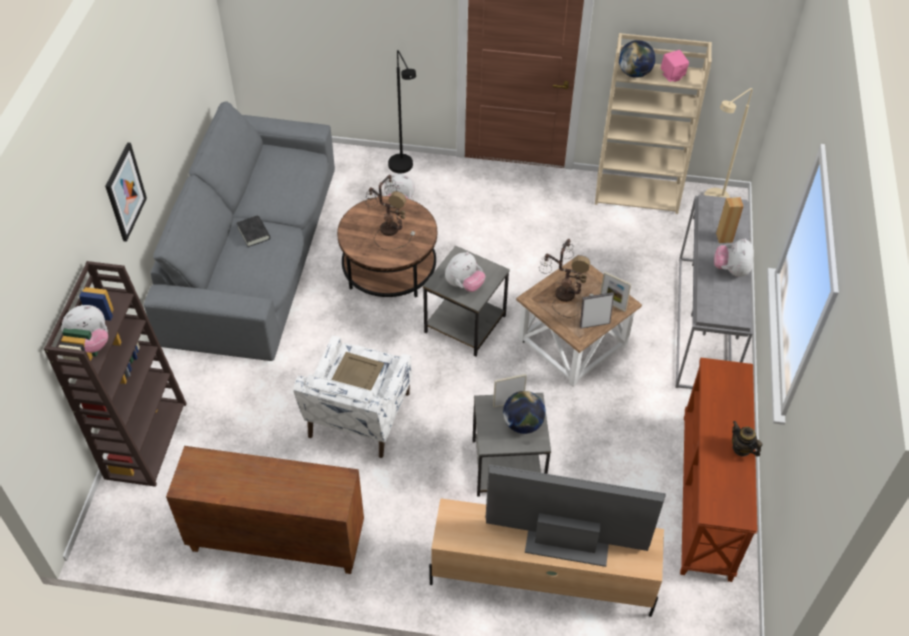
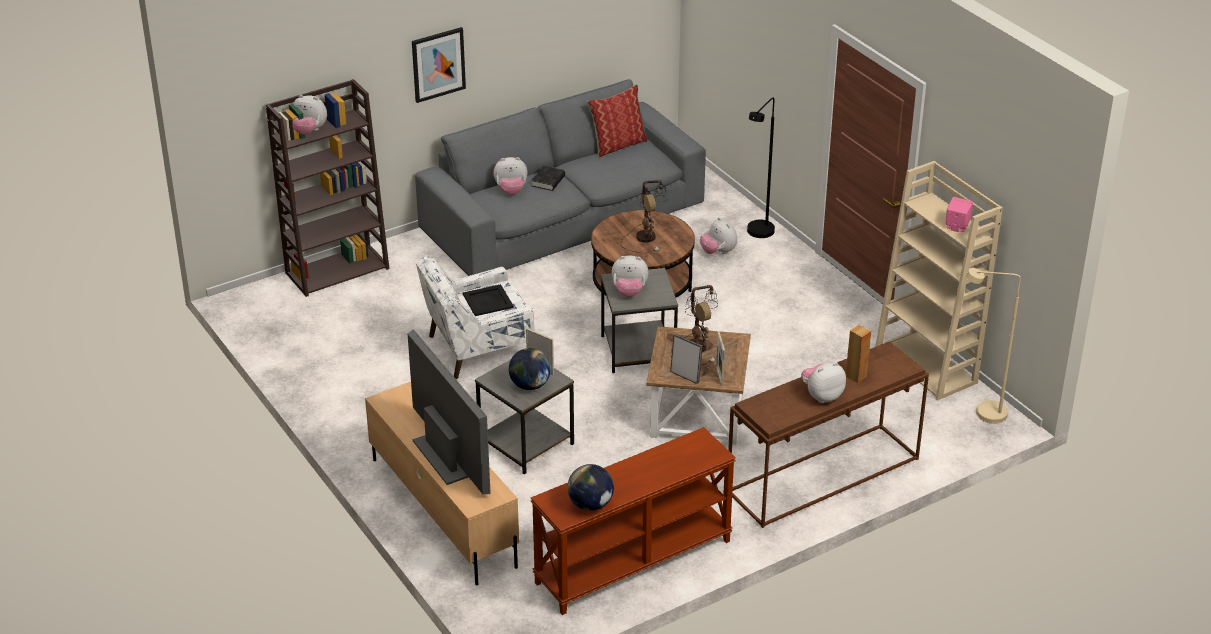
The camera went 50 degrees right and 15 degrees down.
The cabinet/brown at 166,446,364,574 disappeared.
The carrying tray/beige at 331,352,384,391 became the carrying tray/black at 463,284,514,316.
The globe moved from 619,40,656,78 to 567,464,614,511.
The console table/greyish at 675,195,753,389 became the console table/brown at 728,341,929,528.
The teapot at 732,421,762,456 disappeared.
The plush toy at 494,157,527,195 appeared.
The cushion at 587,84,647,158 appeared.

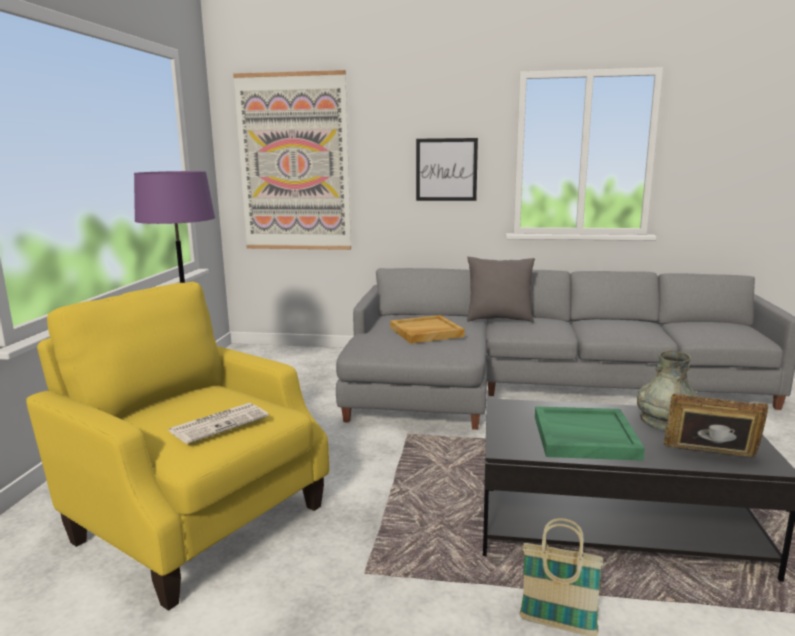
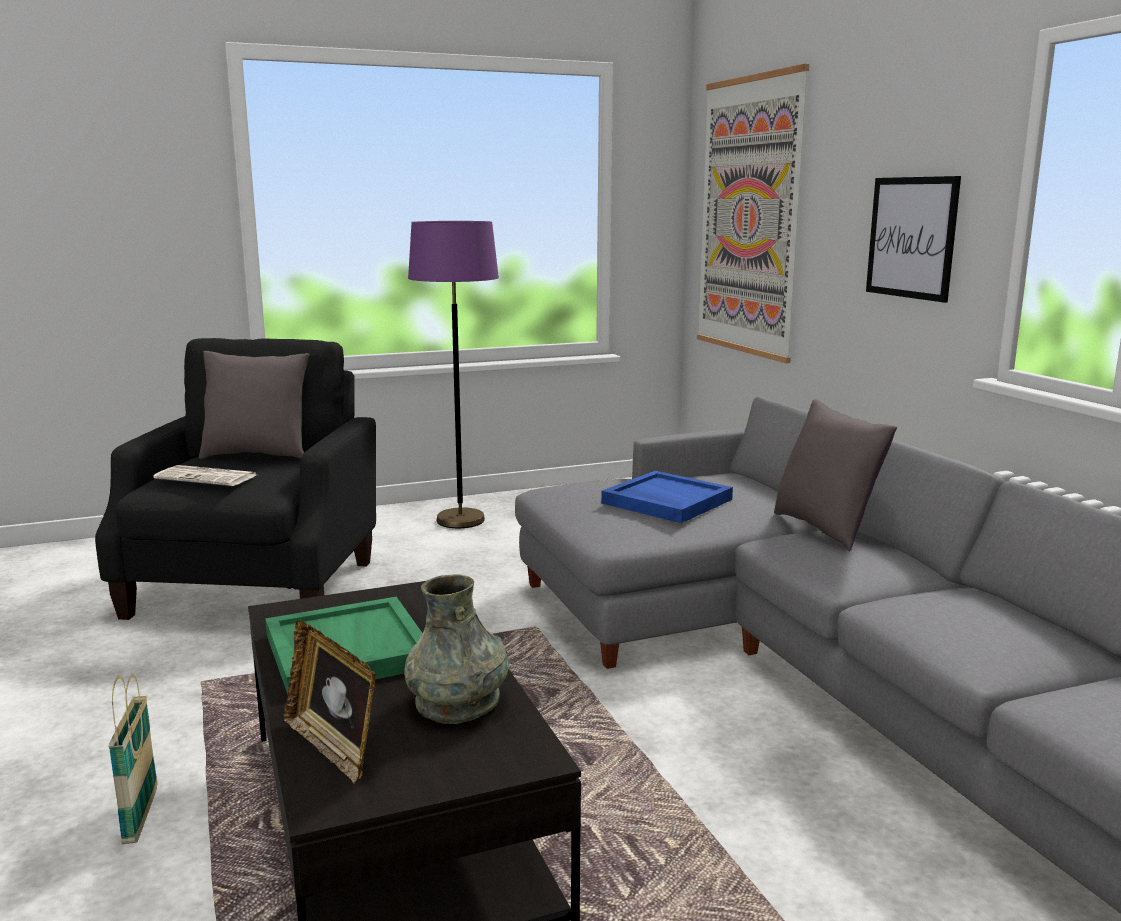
The camera went 60 degrees right and 0 degrees up.
The easy chair/yellow-coloured at 26,282,329,611 became the easy chair/black at 95,338,376,620.
The carrying tray/beige at 390,315,465,344 became the carrying tray/bluish at 601,471,733,523.
The picture frame at 664,394,768,457 turned 150 degrees clockwise.
The cushion/greyish at 199,351,310,459 appeared.

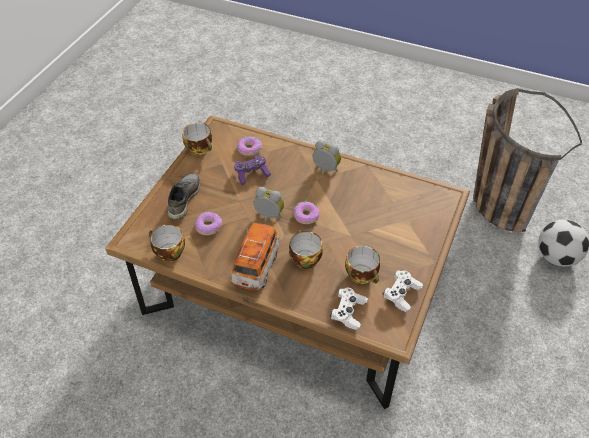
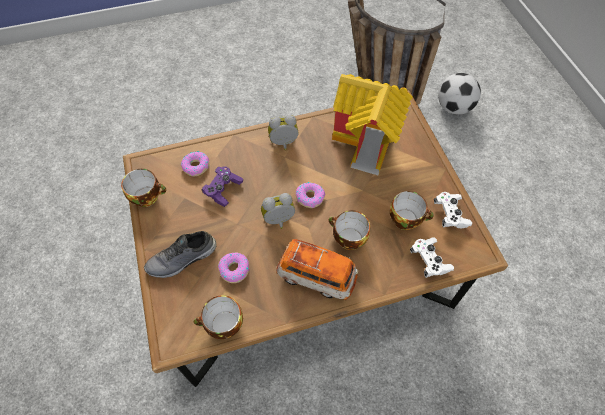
The camera went 40 degrees left and 10 degrees up.
The item of footwear/greyish at 168,173,200,220 turned 90 degrees counterclockwise.
The model car at 231,223,280,291 turned 135 degrees clockwise.
The toy house at 332,74,413,176 appeared.

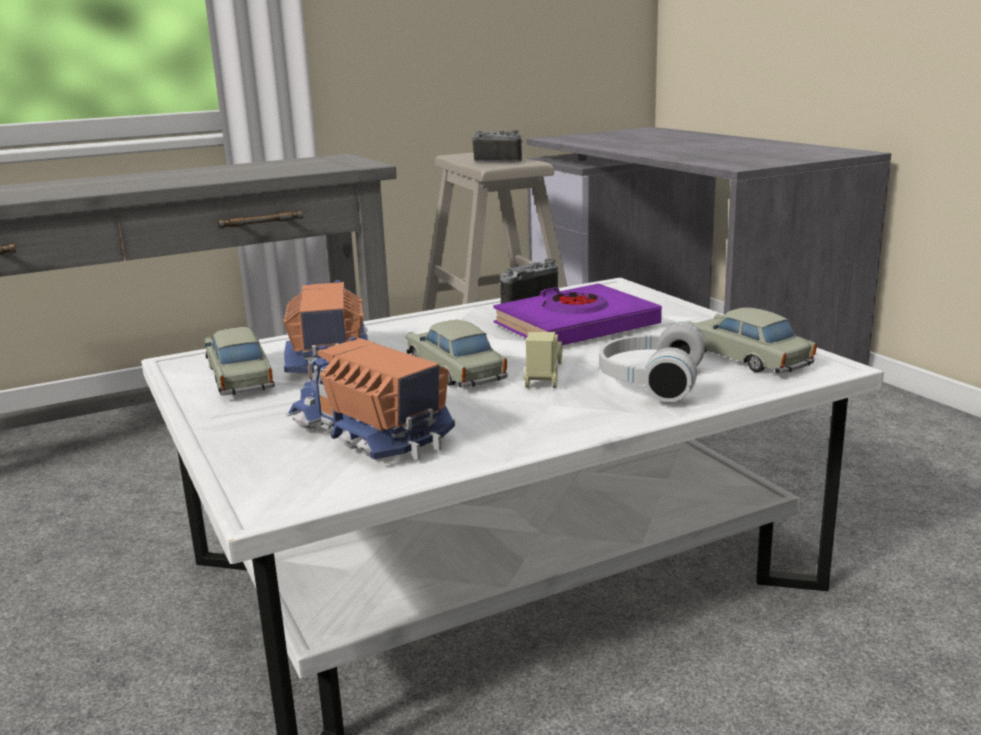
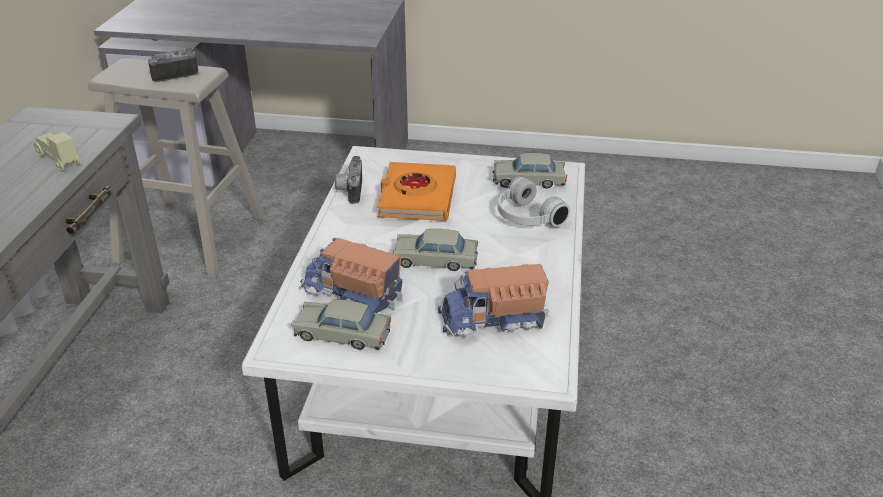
The camera went 55 degrees left and 15 degrees up.
The book/purplish at 493,283,662,345 became the book/orange at 377,162,456,221.
The model car/beige moved from 524,332,562,388 to 34,132,80,172.

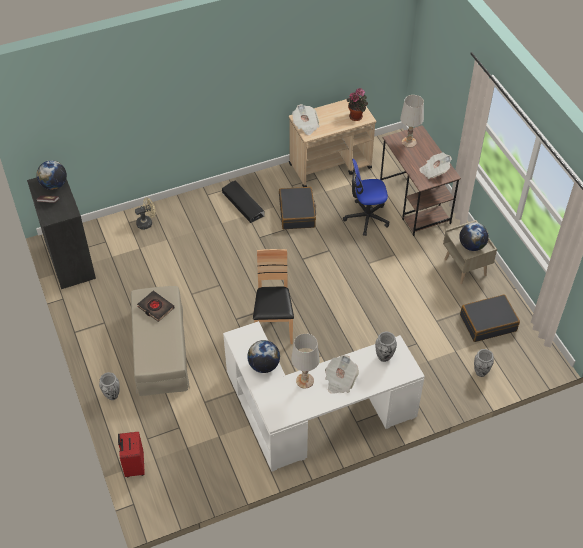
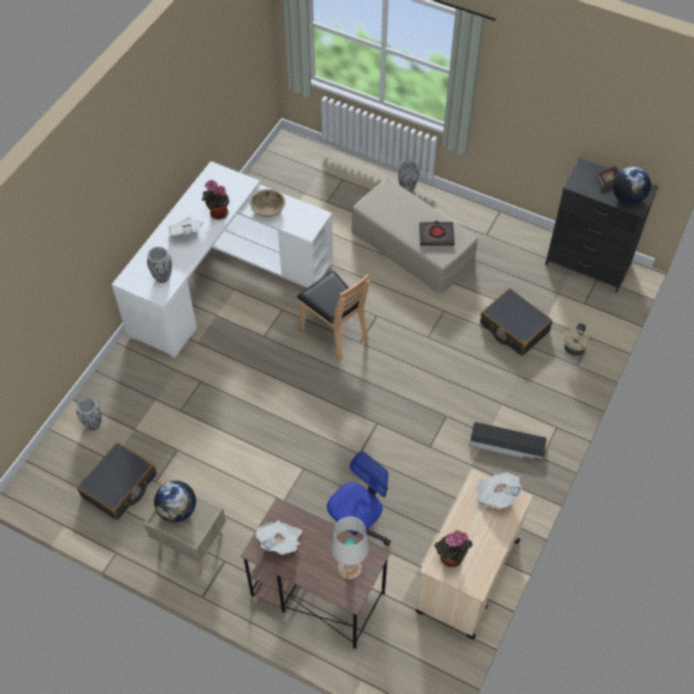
The camera went 140 degrees right and 5 degrees up.
The travel case/red at 118,431,145,477 disappeared.
The globe at 247,340,280,373 was replaced by the serving bowl/beige at 250,189,285,217.
The travel case/black moved from 279,187,316,229 to 480,288,553,356.
The lamp for a table/white-coloured at 291,333,320,389 was replaced by the plant in a pot at 202,180,229,220.

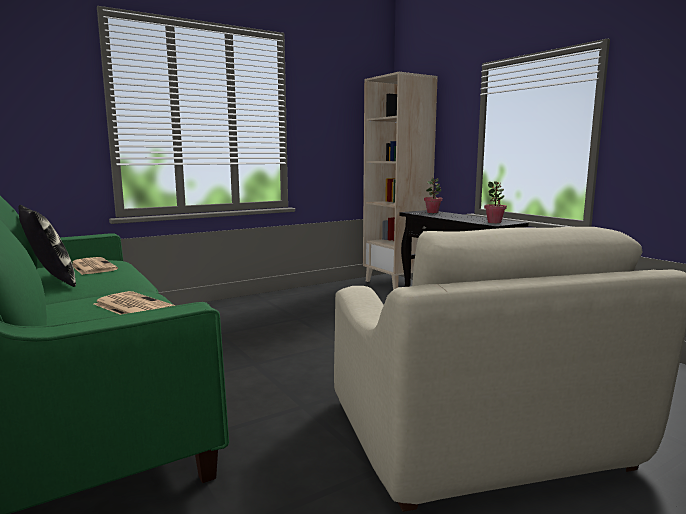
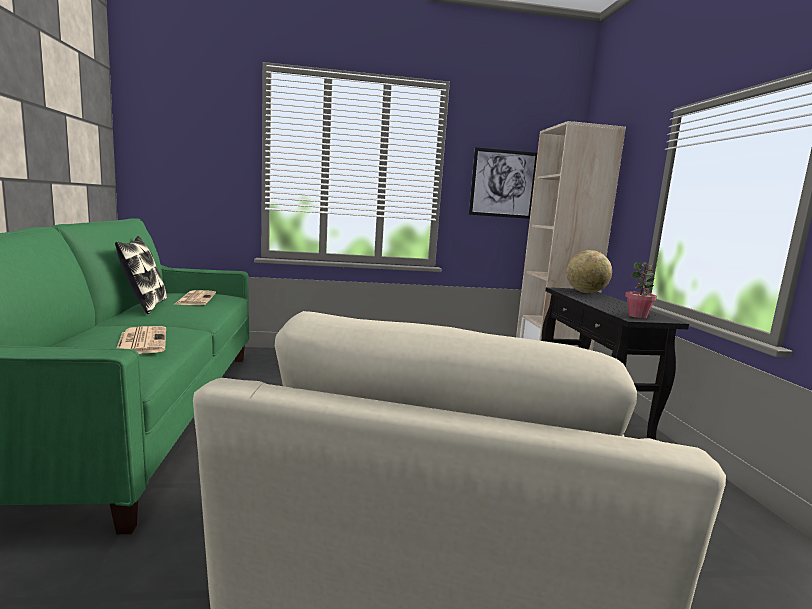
The camera went 25 degrees right and 0 degrees up.
The plant in a pot at 424,178,442,213 was replaced by the globe at 566,250,612,293.
The picture at 469,147,537,219 appeared.

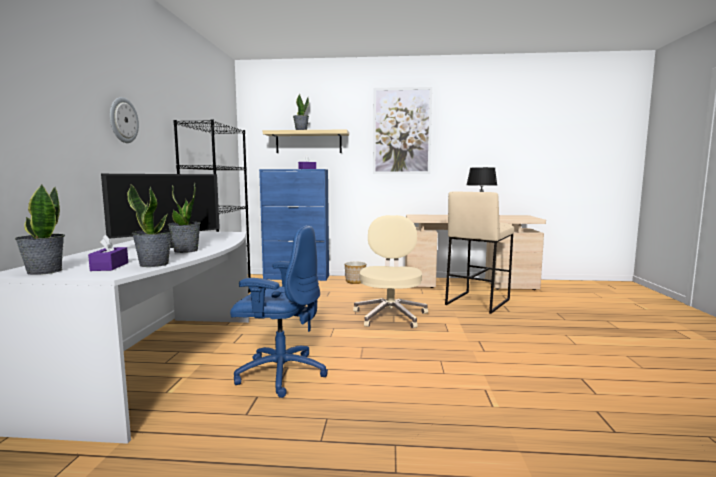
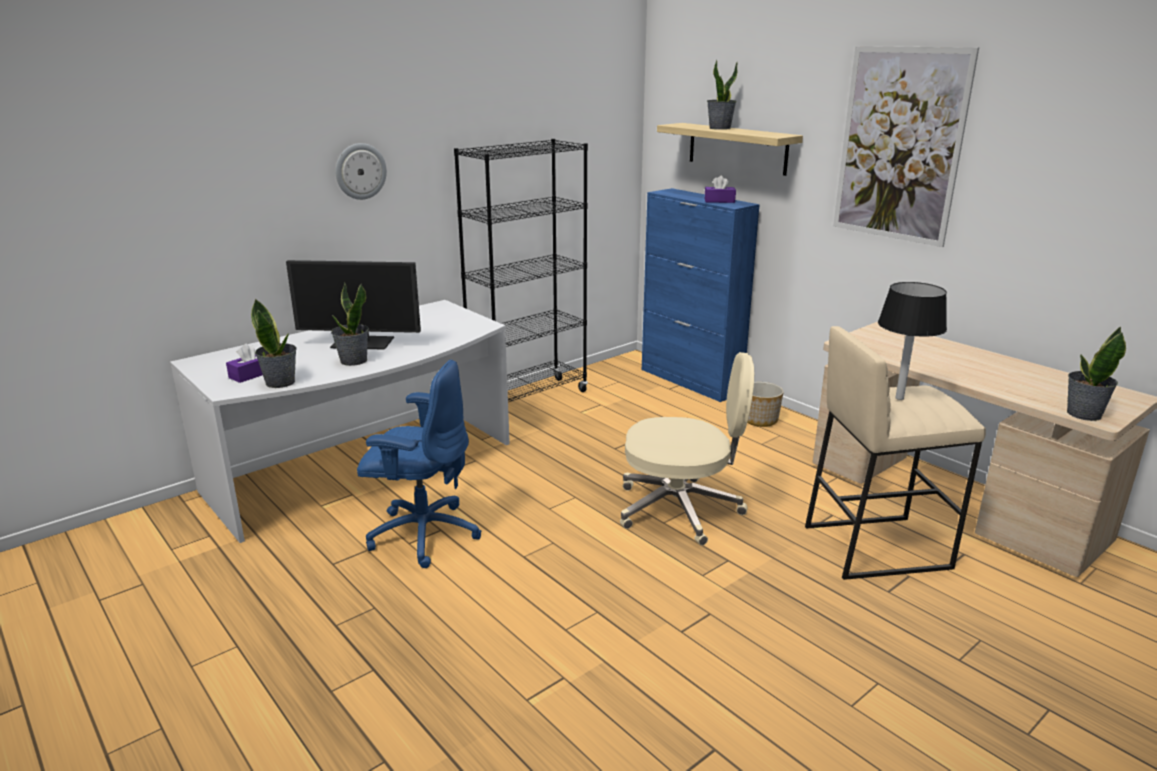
The camera went 45 degrees right and 15 degrees up.
The plant in a pot moved from 15,184,65,275 to 1067,326,1126,421.
The desk chair/bluish at 230,225,328,398 turned 45 degrees counterclockwise.
The desk chair/beige at 353,215,428,328 turned 45 degrees clockwise.

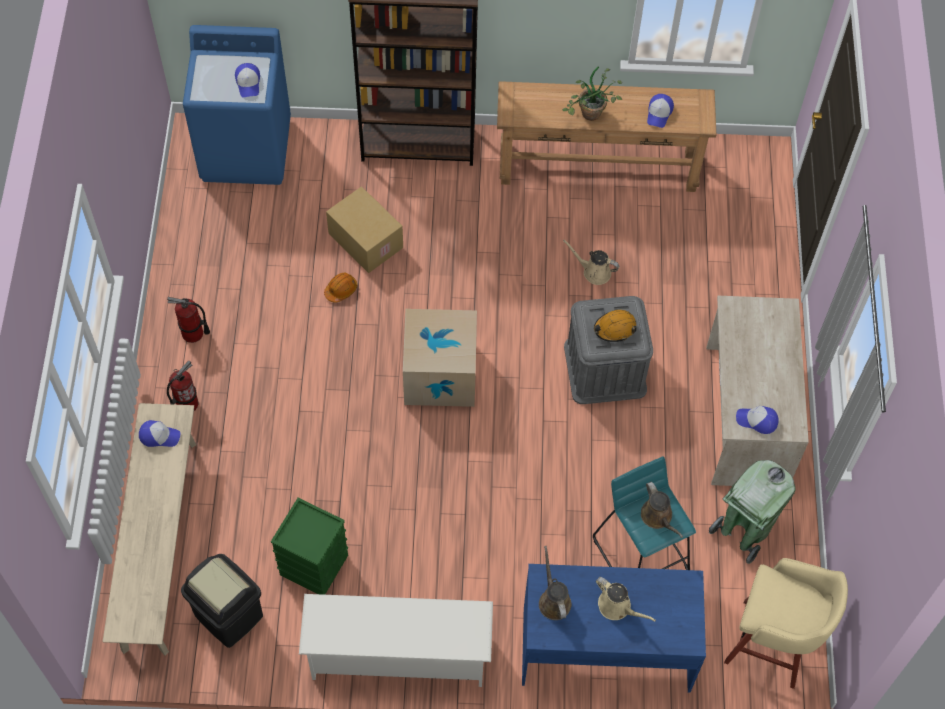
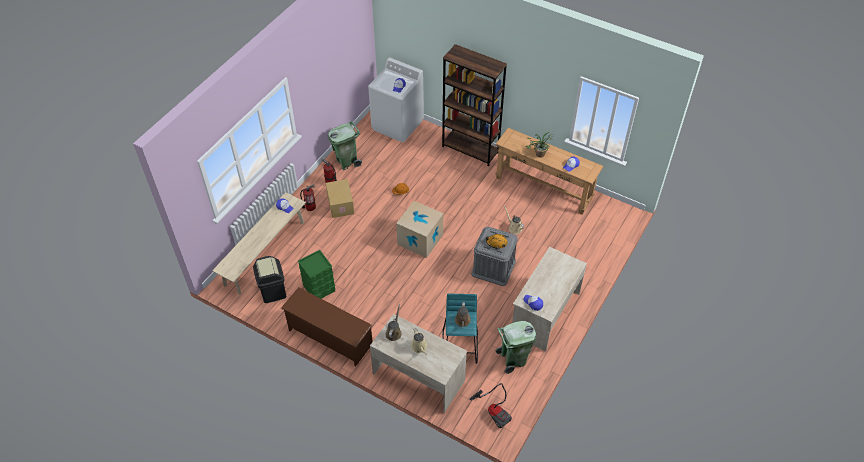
The camera went 30 degrees right and 10 degrees down.
The laundry appliance/bluish at 183,25,291,185 became the laundry appliance/white-coloured at 368,57,424,143.
The shoe shelf/white-coloured at 299,594,493,687 became the shoe shelf/brown at 281,287,373,367.
The carton moved from 326,186,403,273 to 326,179,354,218.
The desk table/bluish at 522,564,706,692 became the desk table/beige at 370,314,468,413.
The sitting stool/beige at 724,558,848,689 was replaced by the hoover at 470,383,512,429.
The rubbish bin/green-coloured at 328,120,362,170 appeared.

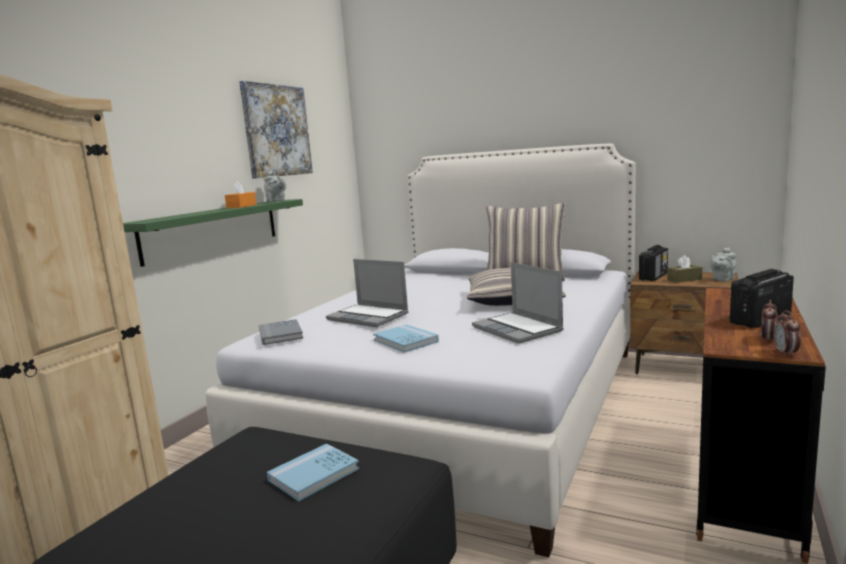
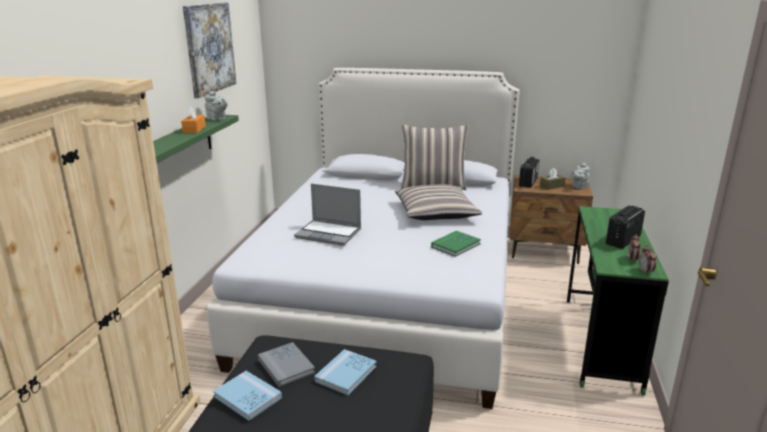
The camera went 15 degrees left and 10 degrees up.
The book/greyish moved from 259,319,303,345 to 258,342,315,387.
The book/bluish moved from 373,324,439,353 to 213,371,282,421.
The laptop at 472,262,564,344 was replaced by the book/green-coloured at 431,231,481,257.
The desk table/brown at 696,288,826,564 became the desk table/green-coloured at 567,206,669,395.

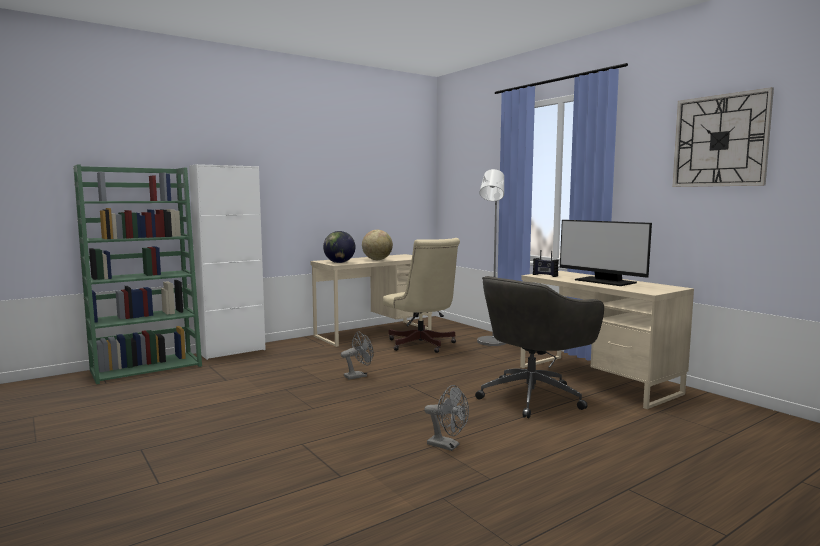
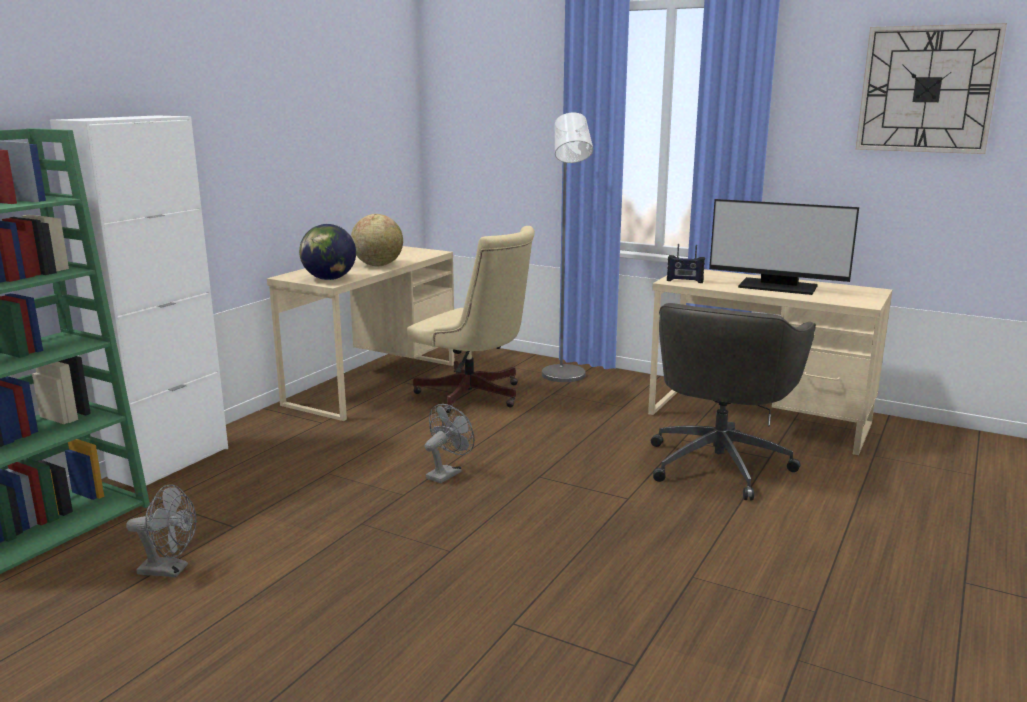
The camera went 25 degrees left and 10 degrees up.
The fan/greyish moved from 424,385,469,451 to 126,484,196,577.

